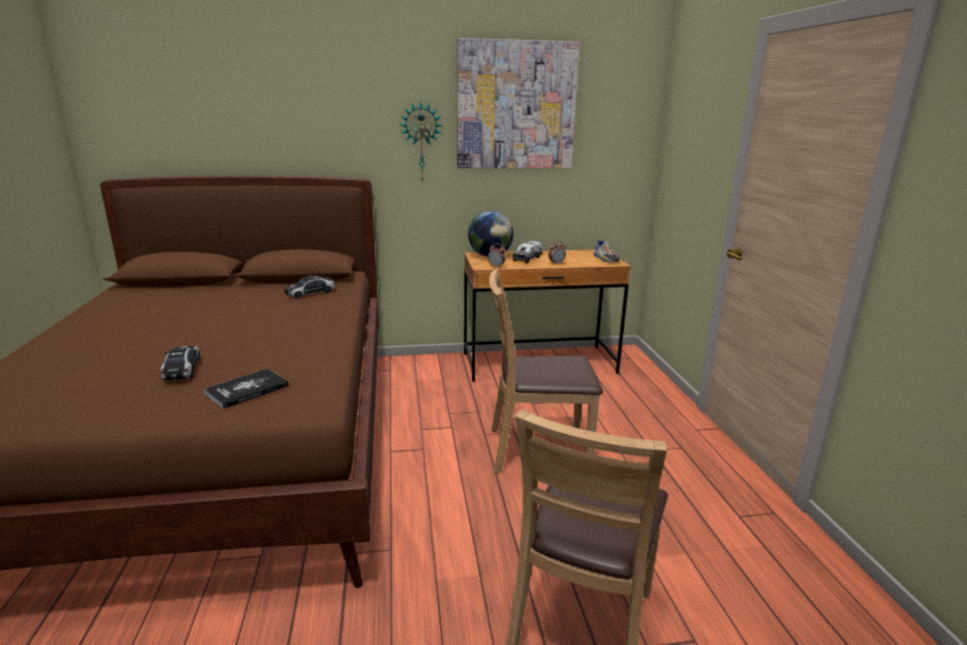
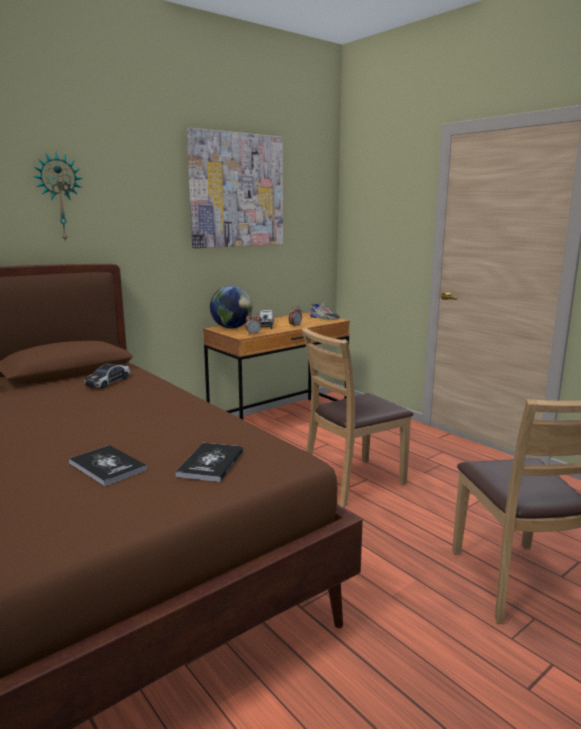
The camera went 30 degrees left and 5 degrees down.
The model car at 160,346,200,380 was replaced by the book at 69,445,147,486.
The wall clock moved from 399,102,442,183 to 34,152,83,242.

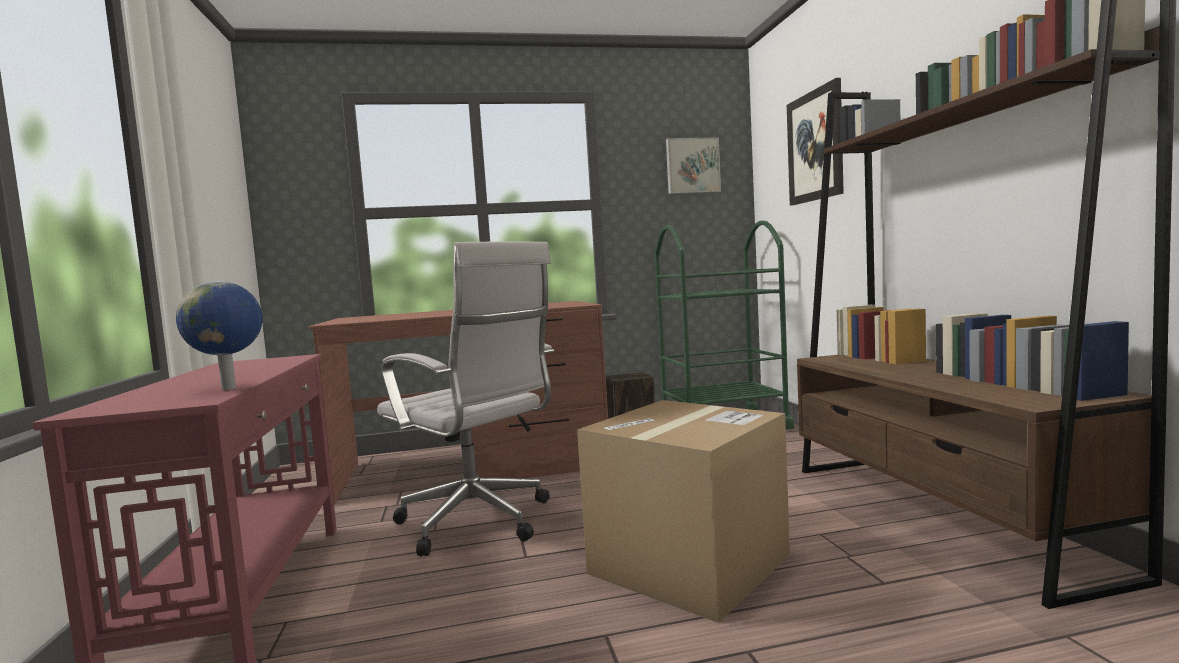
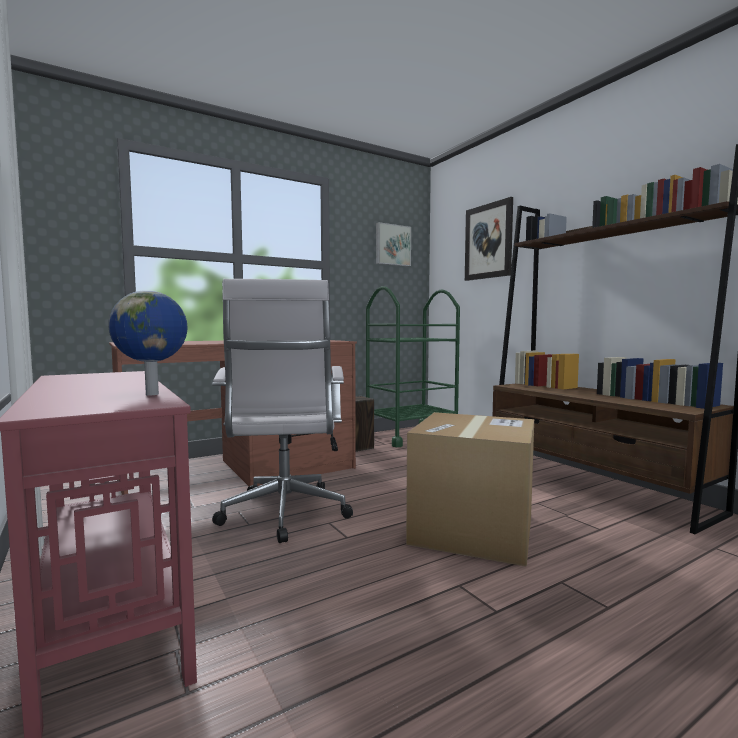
The camera went 20 degrees left and 0 degrees up.
The desk chair/white-coloured at 377,242,554,556 turned 60 degrees clockwise.

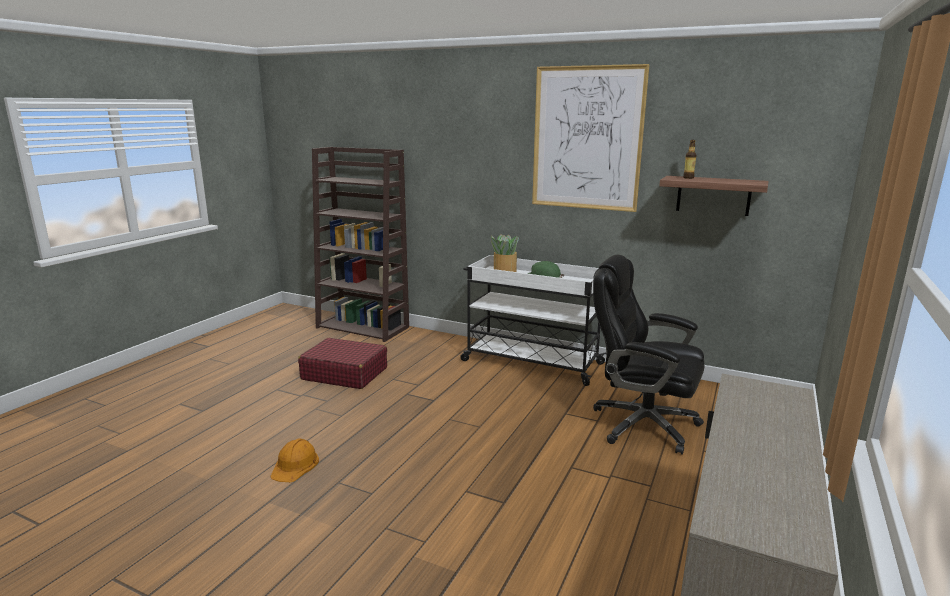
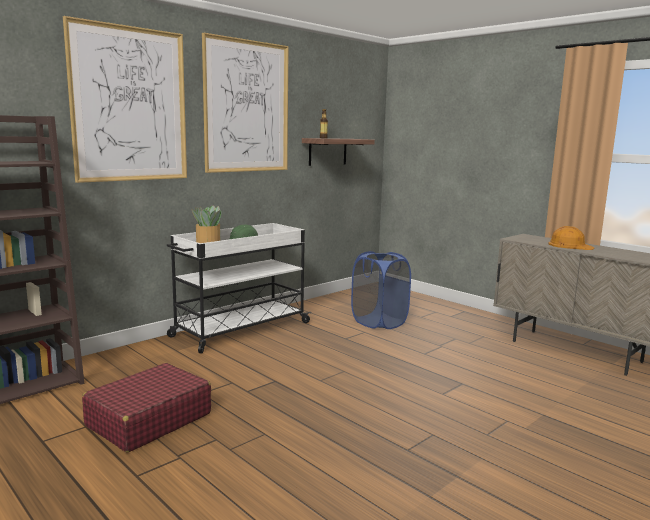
The camera went 70 degrees left and 5 degrees down.
The safety helmet/orange moved from 271,438,319,482 to 548,226,594,250.
The desk chair/black at 593,255,705,455 was replaced by the hamper/bluish at 351,251,411,329.
The picture at 63,16,187,183 appeared.

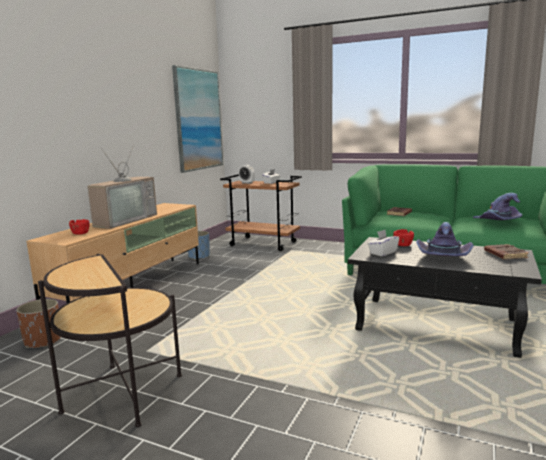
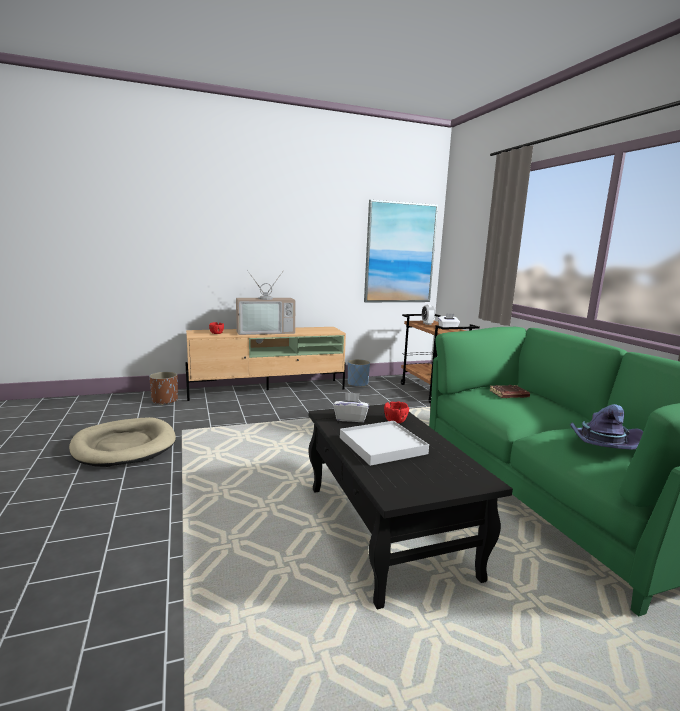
The camera went 45 degrees right and 0 degrees up.
The accent table at 38,254,182,427 was replaced by the pet bed/beige at 69,417,176,467.
The hat/purplish at 416,222,474,256 was replaced by the carrying tray/white-coloured at 340,421,429,466.
The book/brown at 484,244,528,260 disappeared.

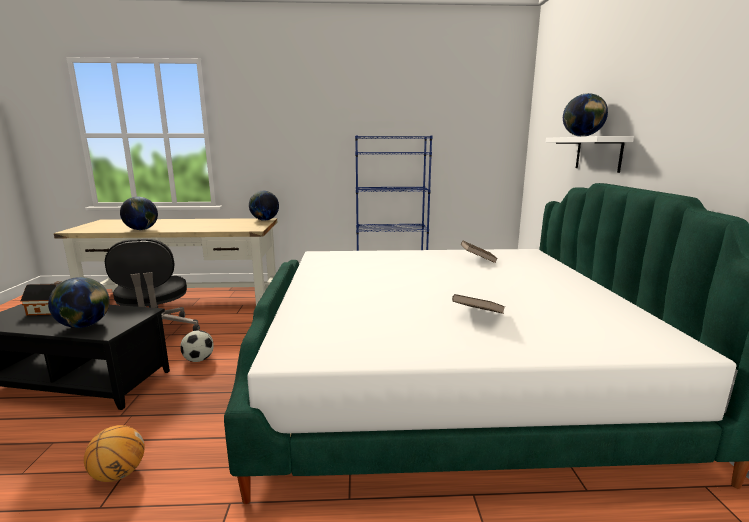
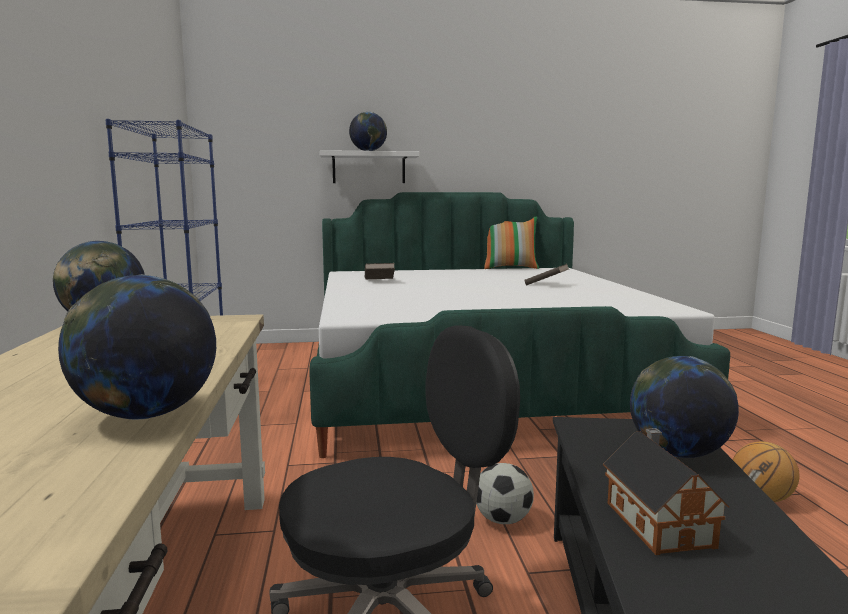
The camera went 95 degrees left and 5 degrees down.
The cushion at 484,216,539,269 appeared.

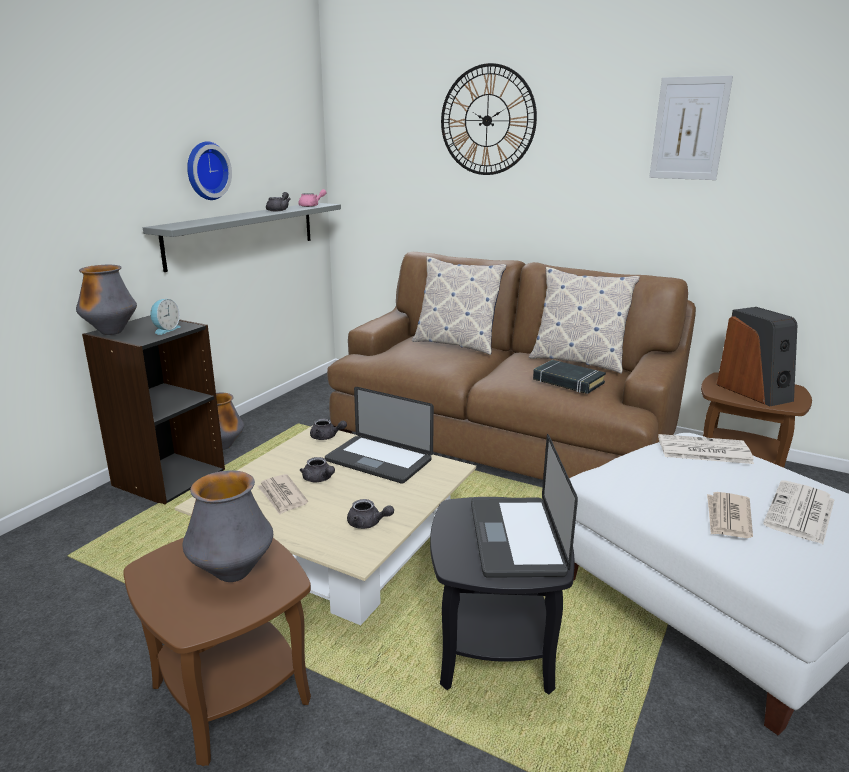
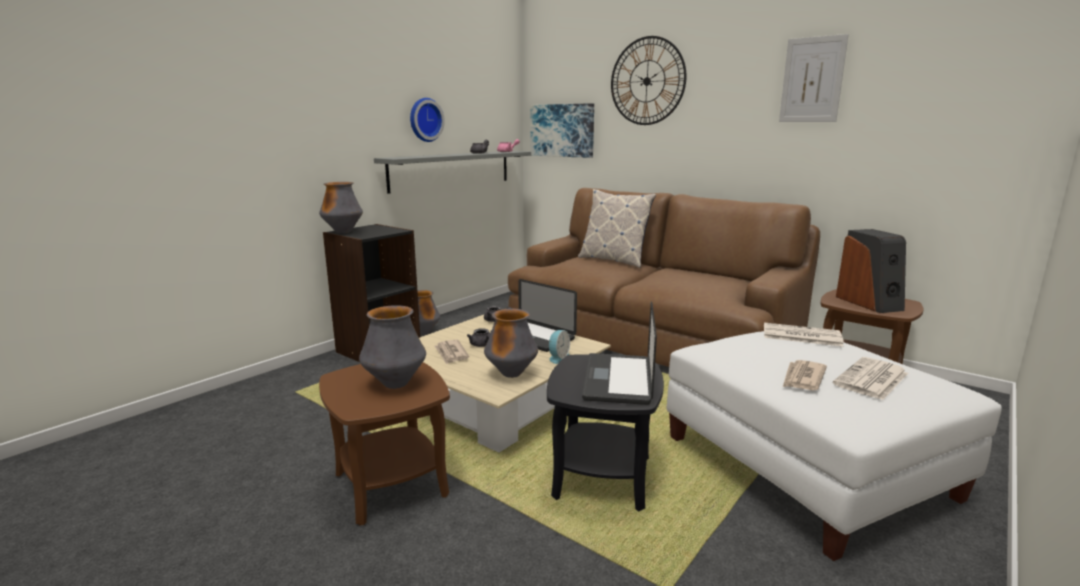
The camera went 10 degrees right and 5 degrees down.
The alarm clock moved from 150,299,181,335 to 549,330,570,364.
The teapot/greyish at 347,499,394,529 was replaced by the vase at 484,309,538,378.
The cushion at 529,267,640,374 disappeared.
The book/black at 533,360,606,394 disappeared.
The picture at 530,103,594,158 appeared.

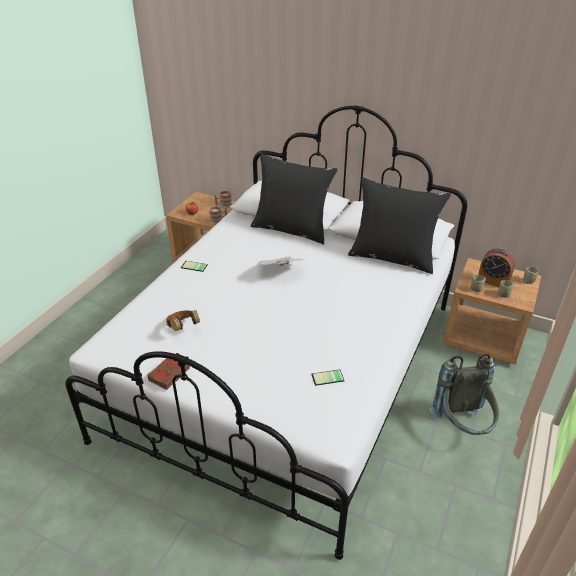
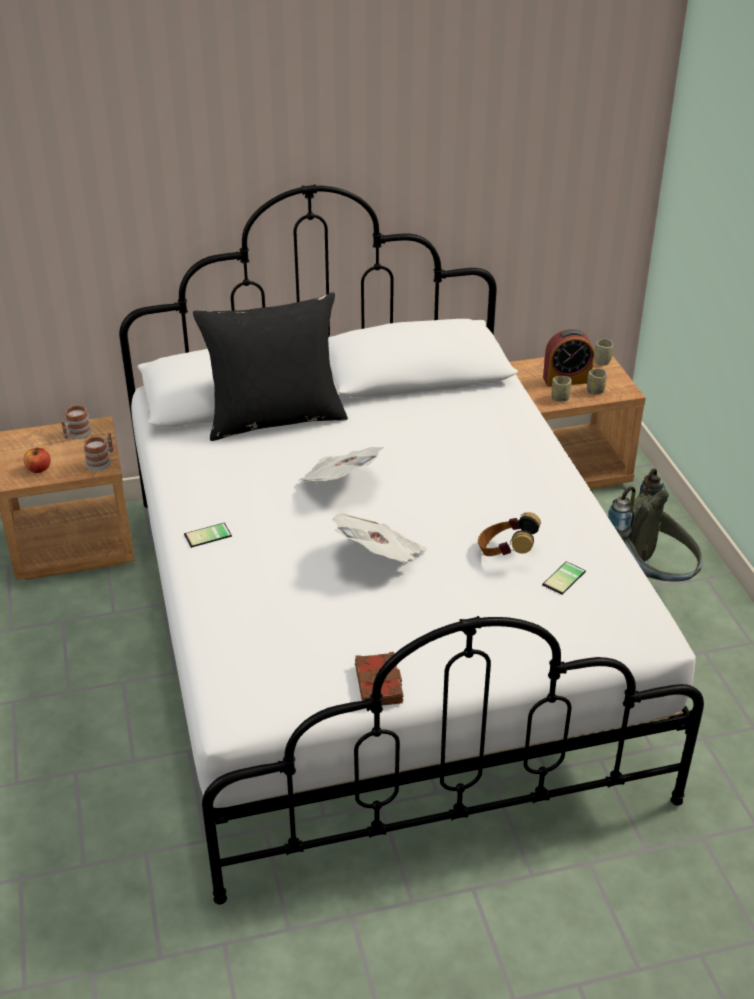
The camera went 40 degrees left and 0 degrees up.
The headphones moved from 166,310,200,331 to 478,512,541,556.
The cushion/black at 348,177,451,274 disappeared.
The daily paper at 332,513,427,563 appeared.

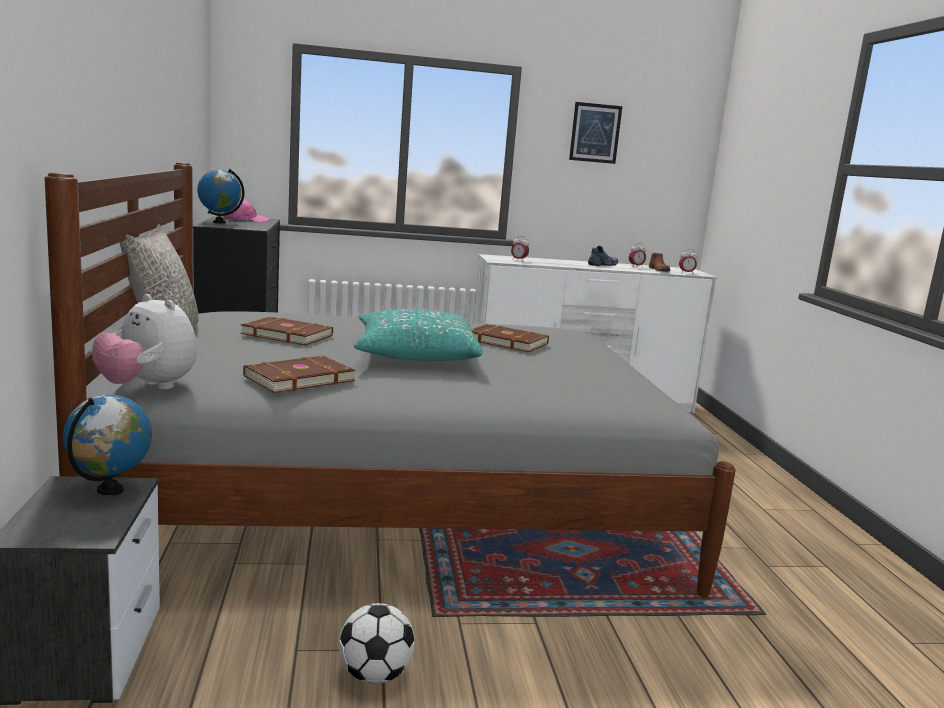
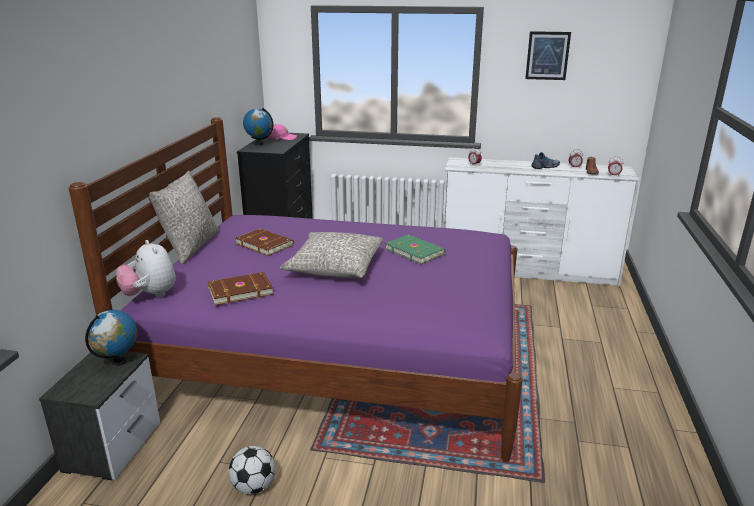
The camera went 20 degrees right and 10 degrees up.
The bed/greyish at 44,162,736,598 became the bed/purplish at 69,117,522,462.
The cushion/blue-green at 354,309,483,361 became the cushion/greyish at 280,232,383,278.
The book/brown at 471,324,549,352 became the book/green-coloured at 385,234,446,264.

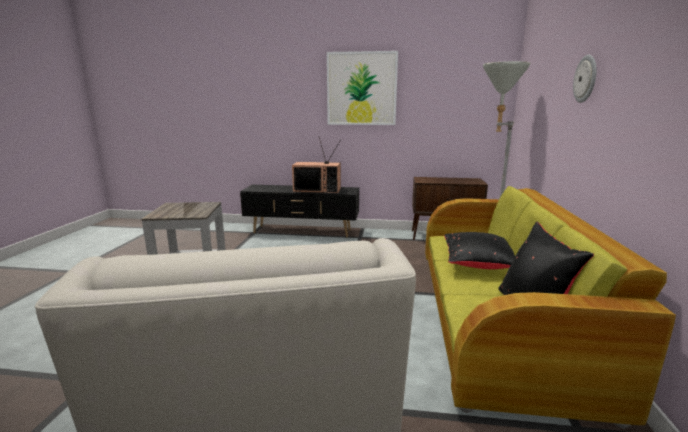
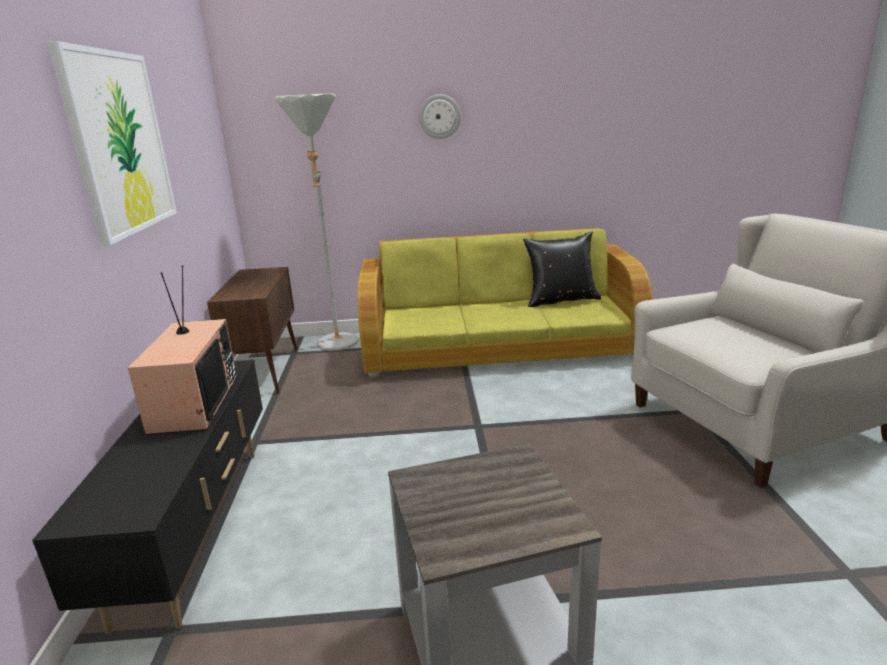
The camera went 100 degrees left and 5 degrees up.
The cushion/black at 444,232,515,269 disappeared.

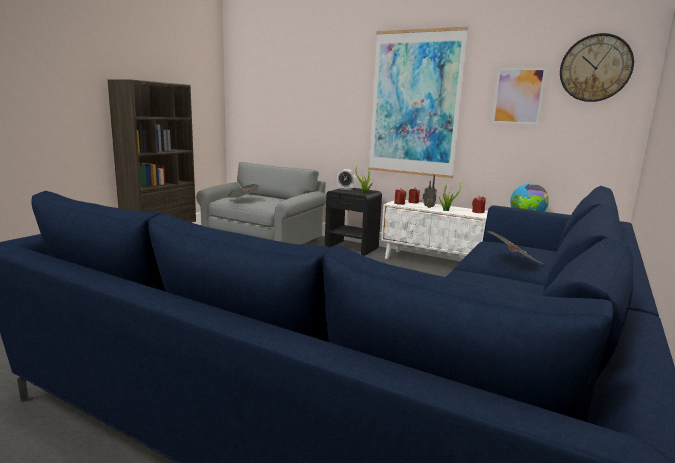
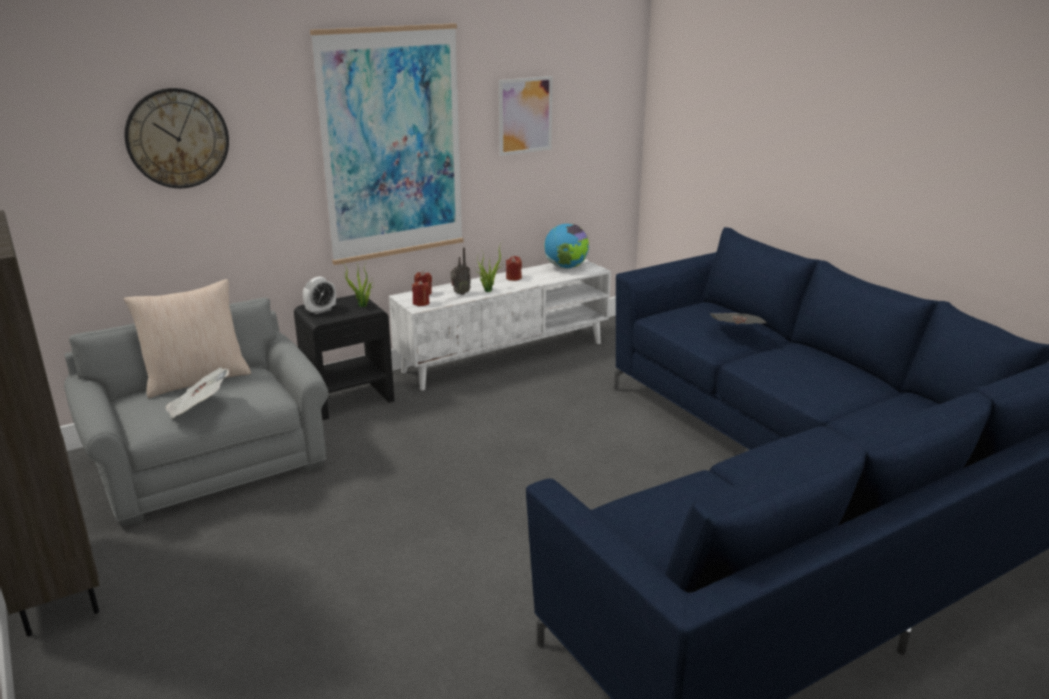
The camera went 60 degrees left and 10 degrees up.
The wall clock moved from 560,33,634,102 to 124,88,229,188.
The cushion/beige at 124,279,251,398 appeared.

